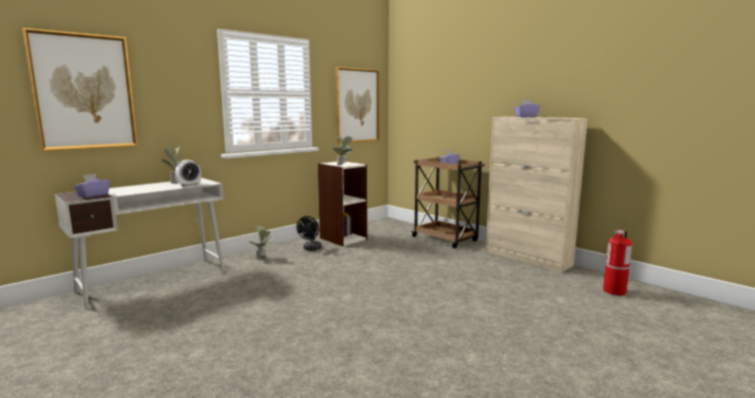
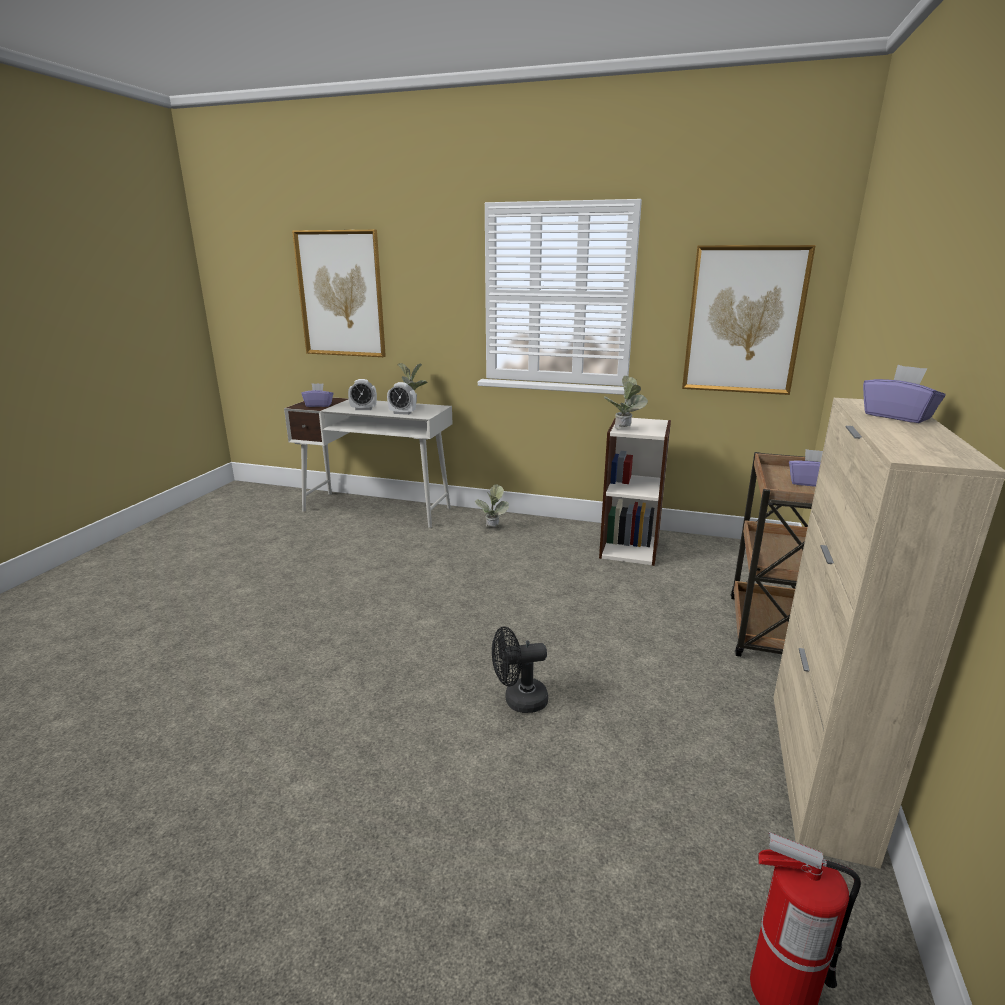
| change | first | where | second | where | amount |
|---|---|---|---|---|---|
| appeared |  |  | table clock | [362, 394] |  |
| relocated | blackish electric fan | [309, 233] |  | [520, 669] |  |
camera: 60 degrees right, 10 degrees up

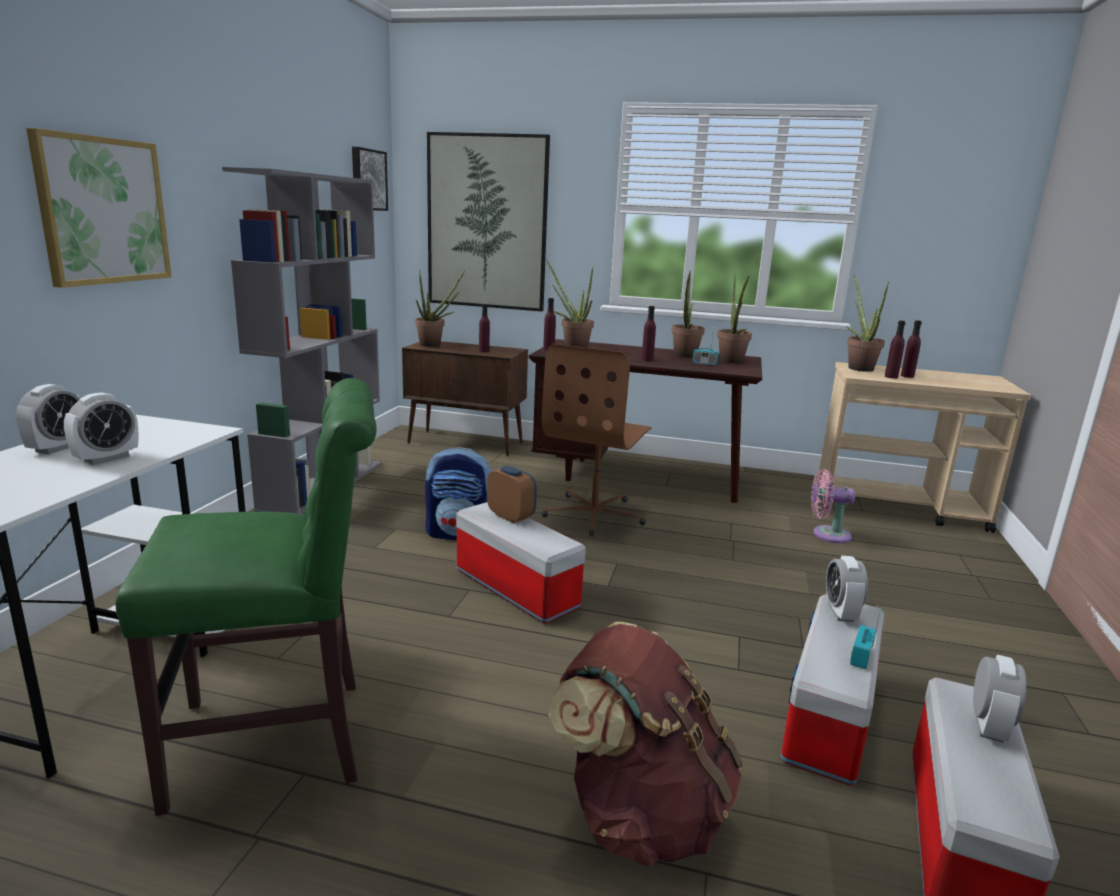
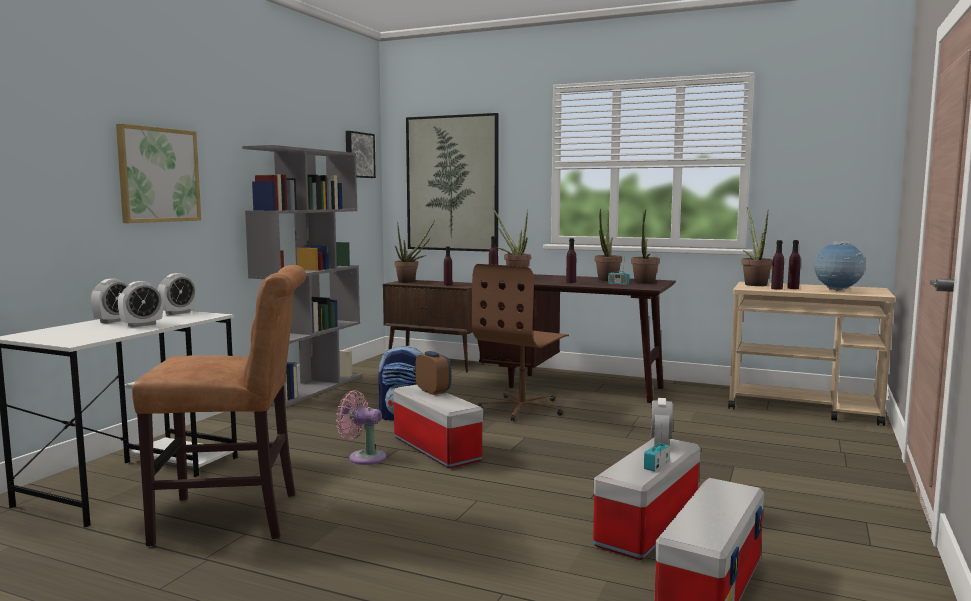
| change | first | where | second | where | amount |
|---|---|---|---|---|---|
| colour | green-coloured upright chair | [246, 597] | brown upright chair | [219, 406] |  |
| relocated | table clock | [999, 699] |  | [177, 294] |  |
| relocated | pink electric fan | [833, 506] |  | [361, 427] |  |
| appeared |  |  | world globe | [839, 266] |  |
| missing | brown knapsack | [646, 744] |  |  |  |
camera: 10 degrees right, 10 degrees down

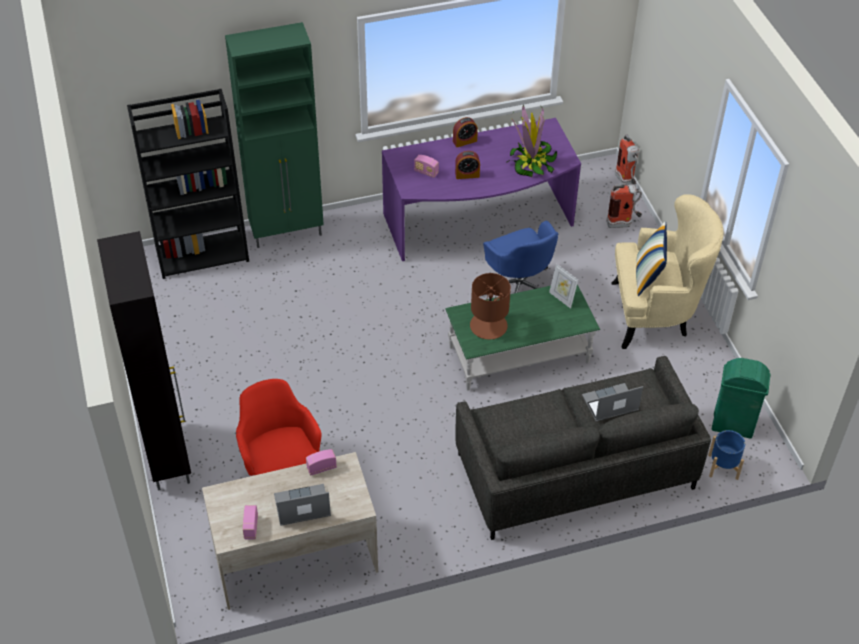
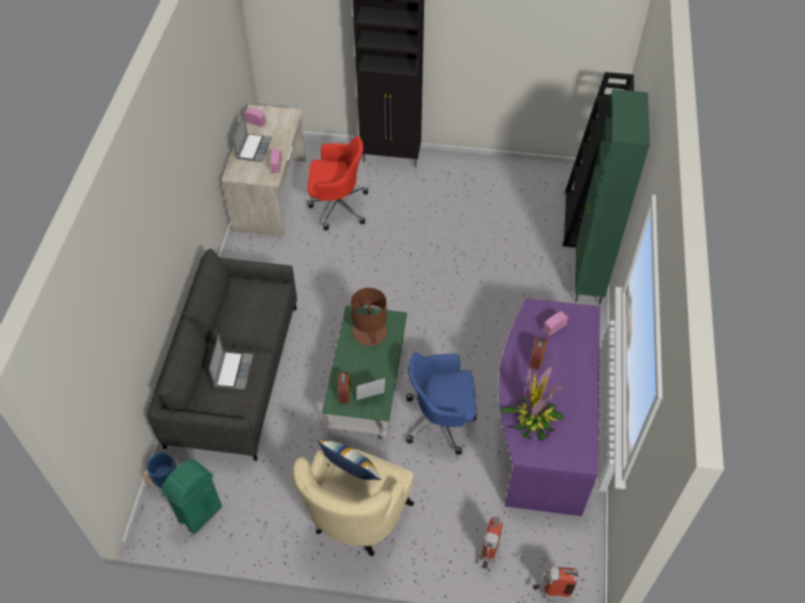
| change | first | where | second | where | amount |
|---|---|---|---|---|---|
| relocated | table clock | [465, 132] |  | [344, 387] |  |
camera: 115 degrees right, 5 degrees up

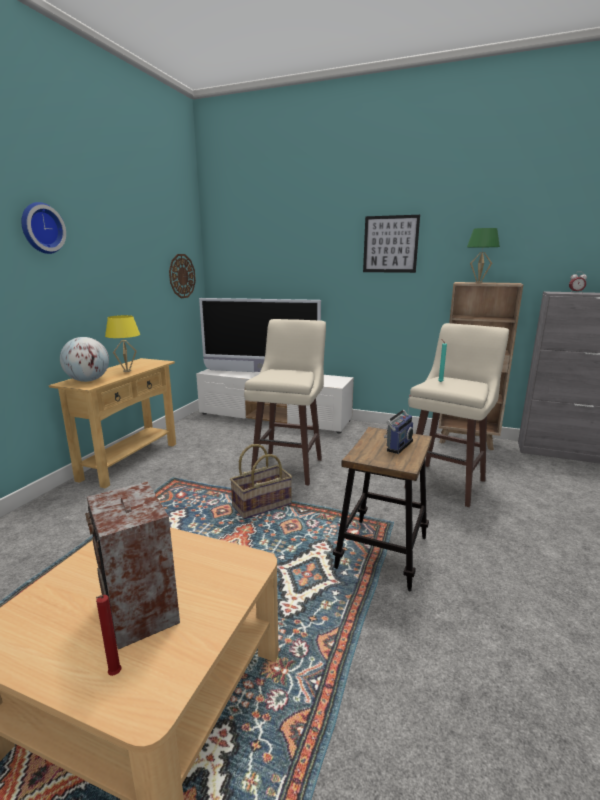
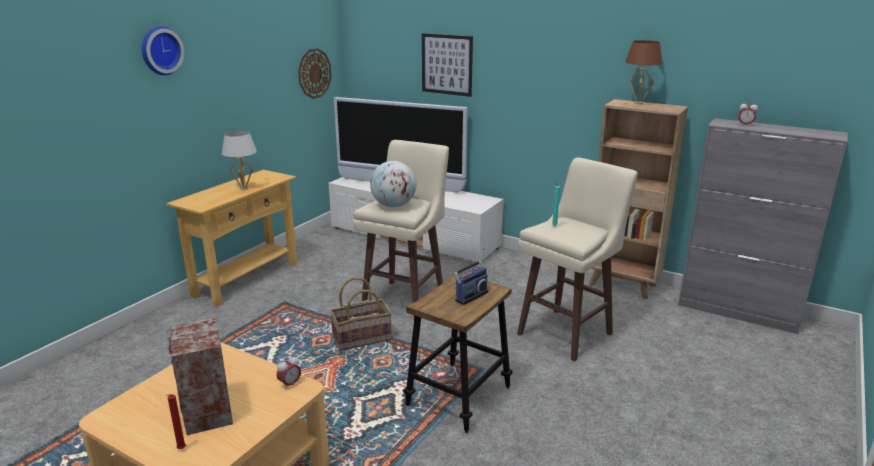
| change | first | where | second | where | amount |
|---|---|---|---|---|---|
| colour | yellow tabletop lamp | [122, 343] | whitish tabletop lamp | [239, 160] |  |
| appeared |  |  | table clock | [289, 372] |  |
| relocated | world globe | [84, 359] |  | [393, 184] |  |
| relocated | wall art | [391, 244] |  | [447, 65] |  |
| colour | green-coloured tabletop lamp | [483, 255] | brown tabletop lamp | [644, 72] |  |
camera: 10 degrees right, 5 degrees up

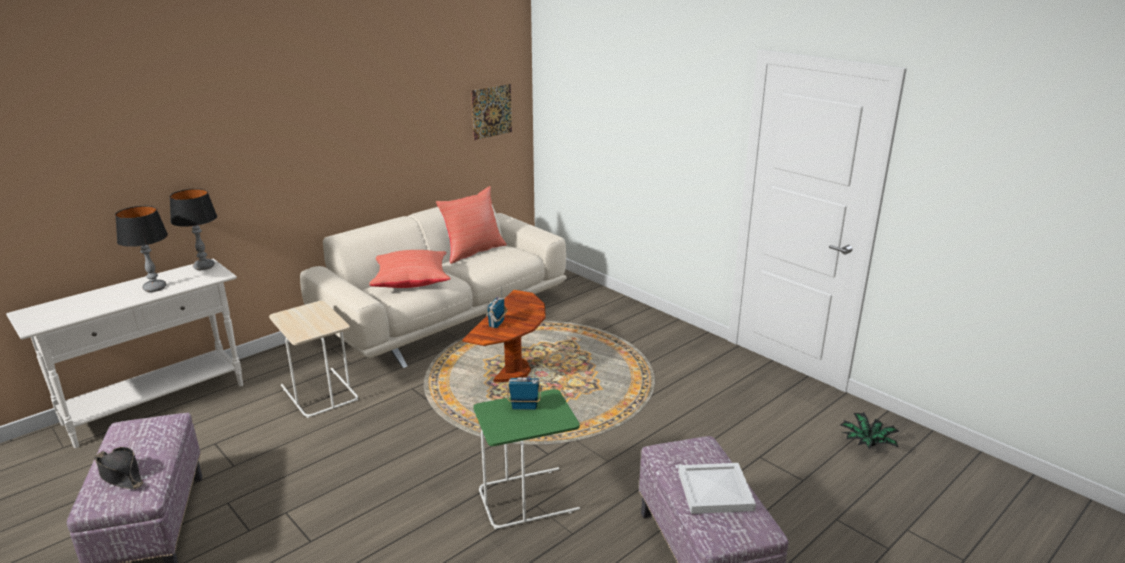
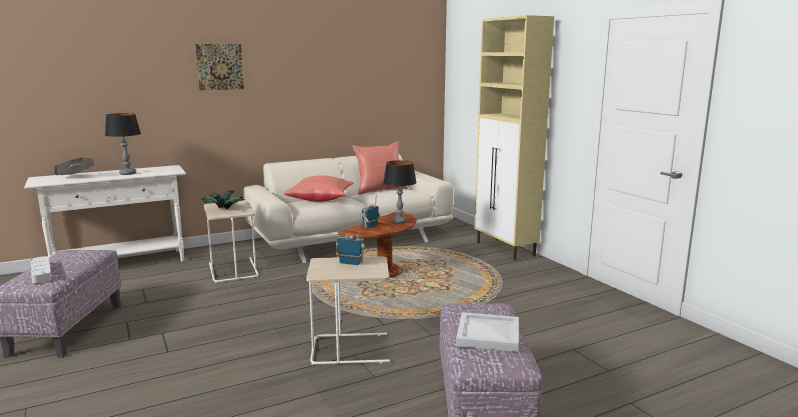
| change | first | where | second | where | amount |
|---|---|---|---|---|---|
| exchanged | blackish hat | [118, 468] | grey tray | [41, 269] |  |
| appeared |  |  | newspaper | [74, 166] |  |
| relocated | wall art | [491, 112] |  | [219, 67] |  |
| relocated | plant in a pot | [870, 430] |  | [223, 199] |  |
| colour | green-coloured side table | [526, 459] | sand-coloured side table | [348, 311] |  |
| relocated | tabletop lamp | [193, 229] |  | [399, 191] |  |
| appeared |  |  | sand-coloured cupboard | [514, 138] |  |
camera: 15 degrees right, 10 degrees down

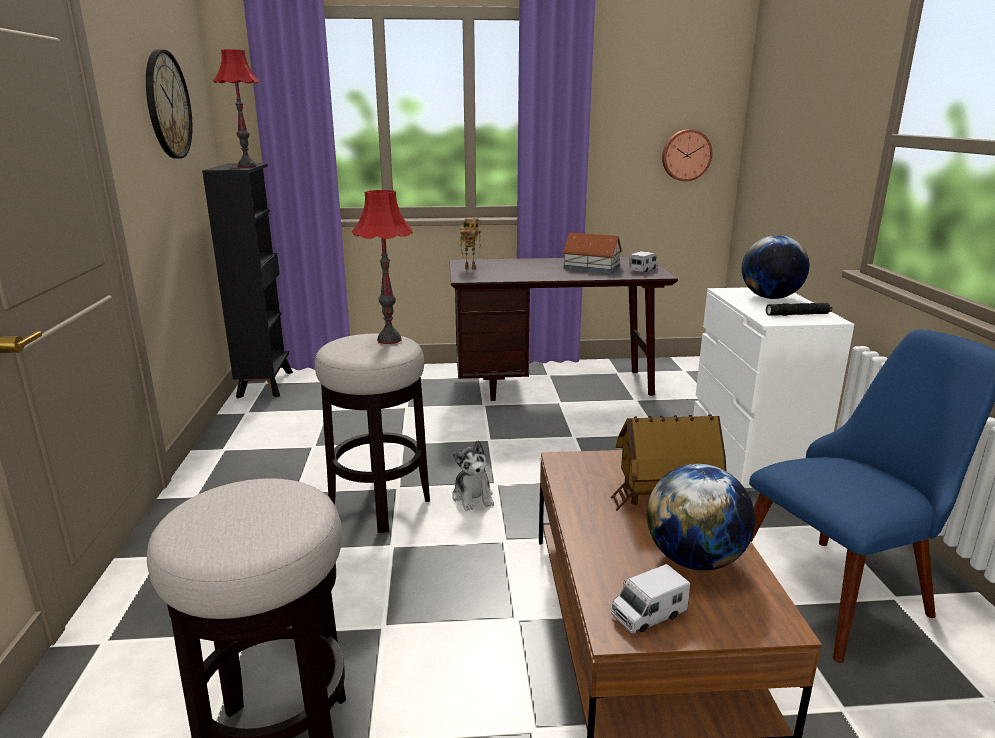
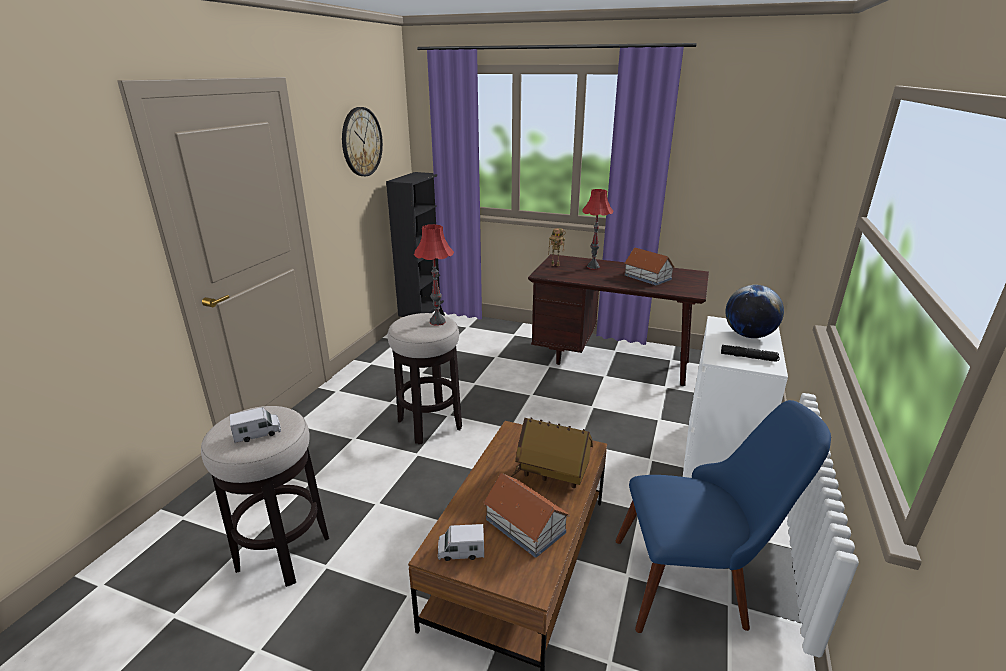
| change | first | where | second | where | amount |
|---|---|---|---|---|---|
| relocated | toy lorry | [643, 261] |  | [255, 425] |  |
| exchanged | world globe | [701, 517] | miniature house | [526, 515] |  |
| relocated | red tabletop lamp | [236, 108] |  | [598, 229] |  |
| missing | soft toy | [473, 476] |  |  |  |
| missing | wall clock | [687, 155] |  |  |  |
camera: 25 degrees right, 5 degrees up

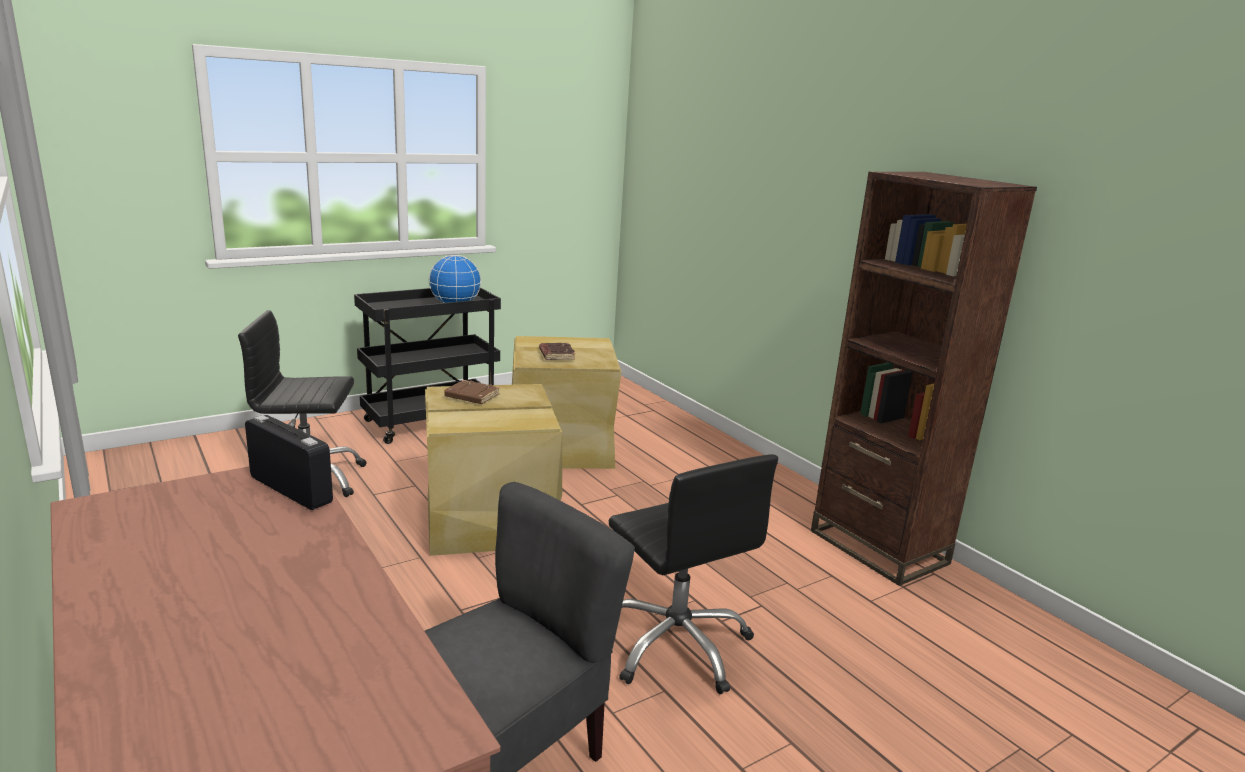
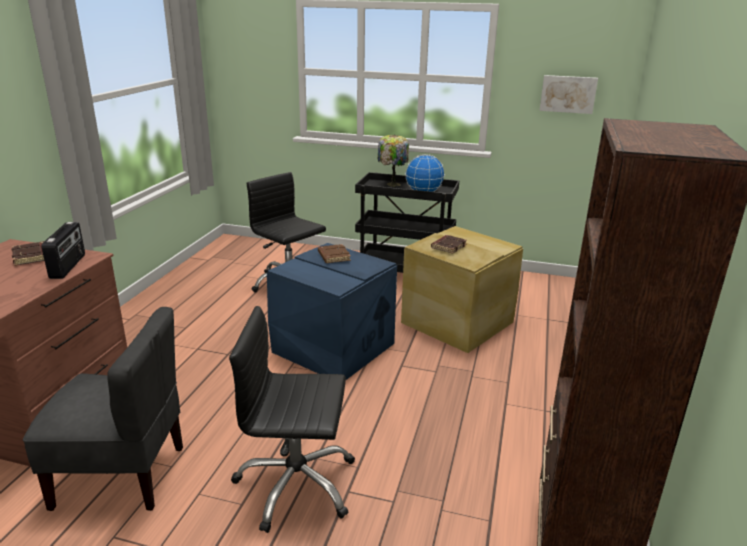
| change | first | where | second | where | amount |
|---|---|---|---|---|---|
| appeared |  |  | brown book | [27, 253] |  |
| spun | blackish office chair | [693, 574] |  | [292, 419] | 75 degrees clockwise |
| colour | sand-coloured storage container | [493, 470] | blue-coloured storage container | [332, 311] |  |
| appeared |  |  | tabletop lamp | [393, 161] |  |
| appeared |  |  | wall art | [568, 94] |  |
camera: 50 degrees right, 5 degrees up

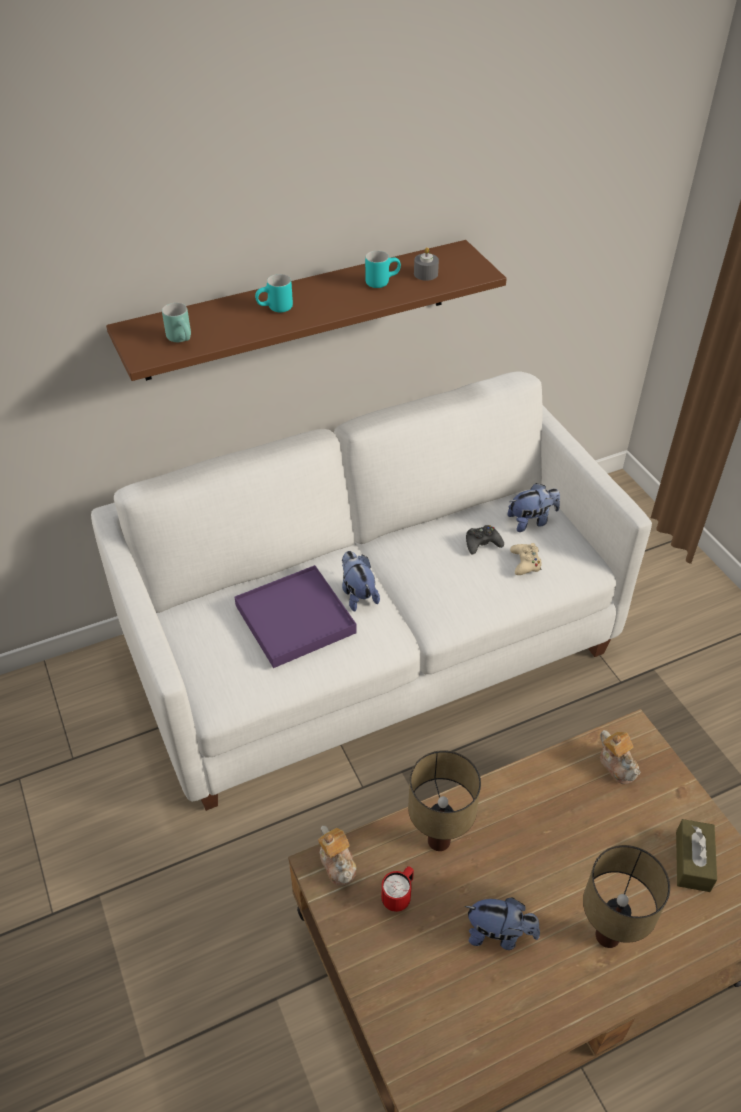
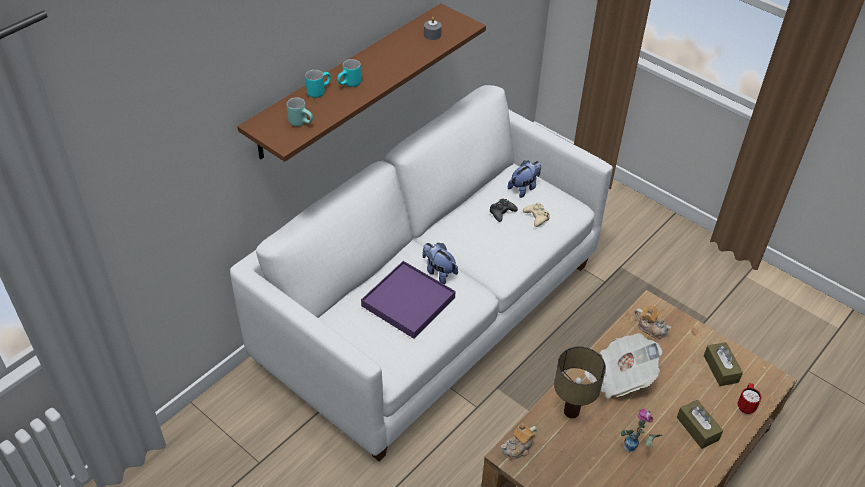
| change | first | where | second | where | amount |
|---|---|---|---|---|---|
| relocated | turquoise tea mug | [383, 269] |  | [318, 84] |  |
| spun | teapot | [337, 856] |  | [519, 441] | 105 degrees clockwise |
| appeared |  |  | newspaper | [624, 366] |  |
| exchanged | soft toy | [502, 924] | vase | [641, 430] |  |
| exchanged | tabletop lamp | [626, 896] | brown tissue box | [700, 424] |  |
| relocated | red tea mug | [397, 889] |  | [750, 398] |  |
camera: 25 degrees left, 0 degrees up

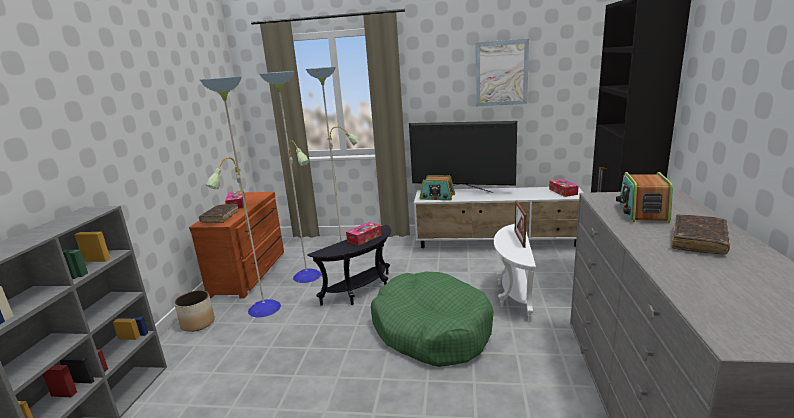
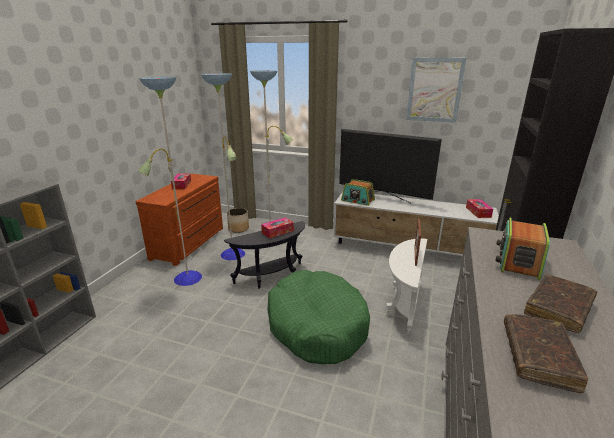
| change | first | where | second | where | amount |
|---|---|---|---|---|---|
| relocated | planter | [194, 311] |  | [238, 220] |  |
| relocated | brown book | [219, 213] |  | [546, 353] |  |
camera: 10 degrees right, 5 degrees up

